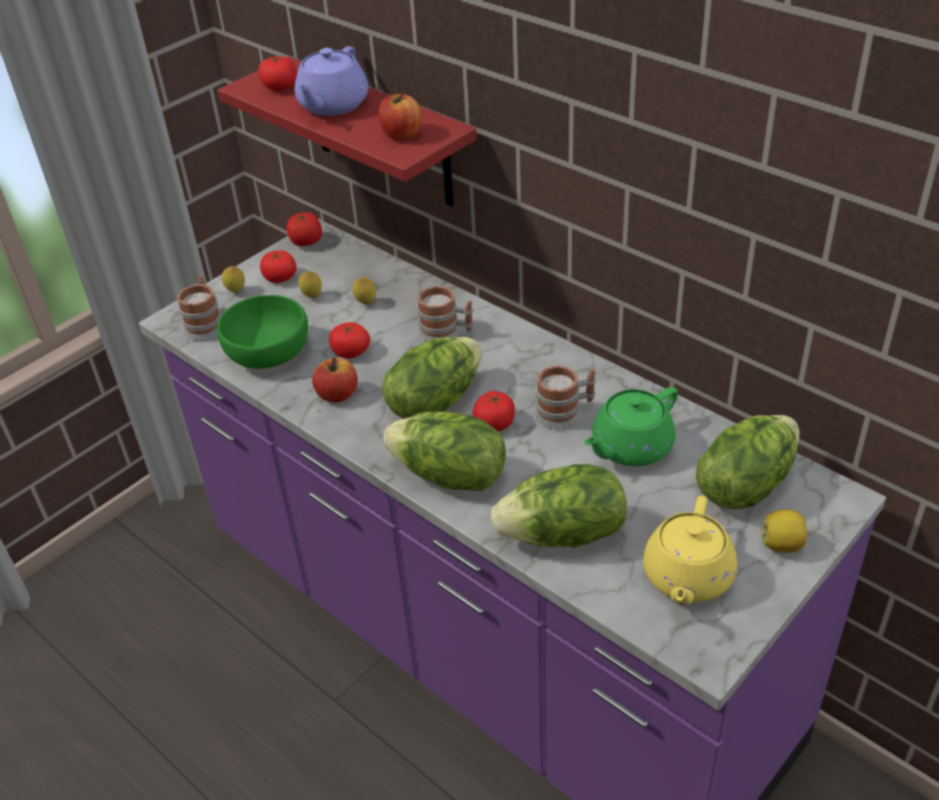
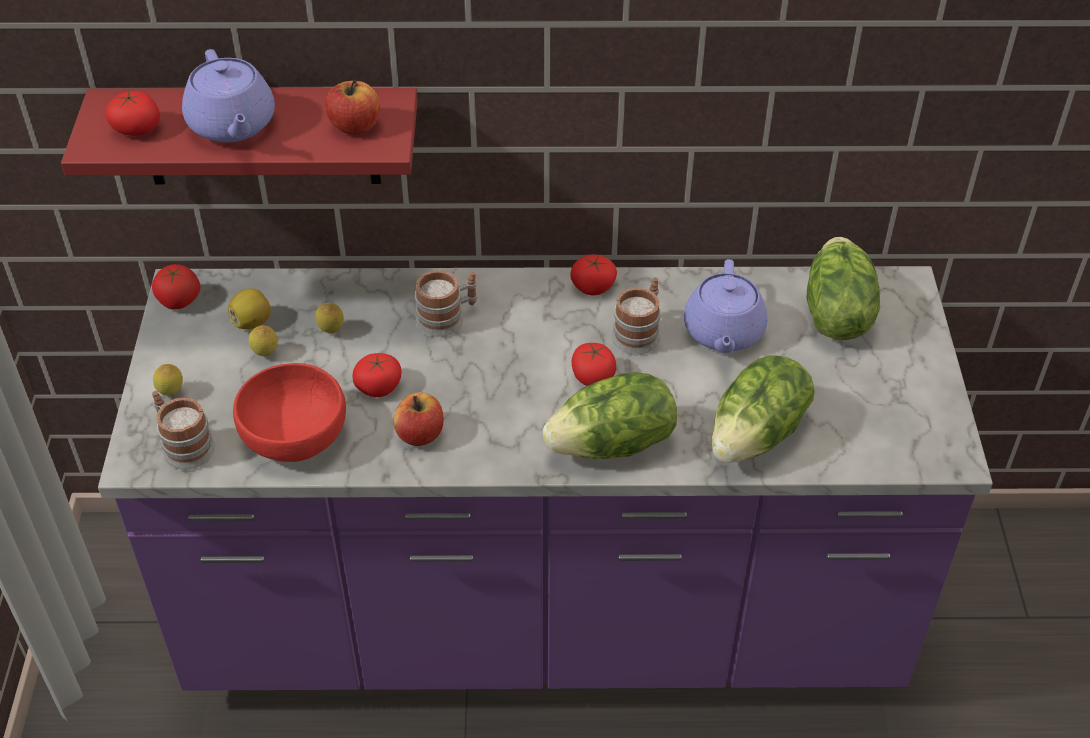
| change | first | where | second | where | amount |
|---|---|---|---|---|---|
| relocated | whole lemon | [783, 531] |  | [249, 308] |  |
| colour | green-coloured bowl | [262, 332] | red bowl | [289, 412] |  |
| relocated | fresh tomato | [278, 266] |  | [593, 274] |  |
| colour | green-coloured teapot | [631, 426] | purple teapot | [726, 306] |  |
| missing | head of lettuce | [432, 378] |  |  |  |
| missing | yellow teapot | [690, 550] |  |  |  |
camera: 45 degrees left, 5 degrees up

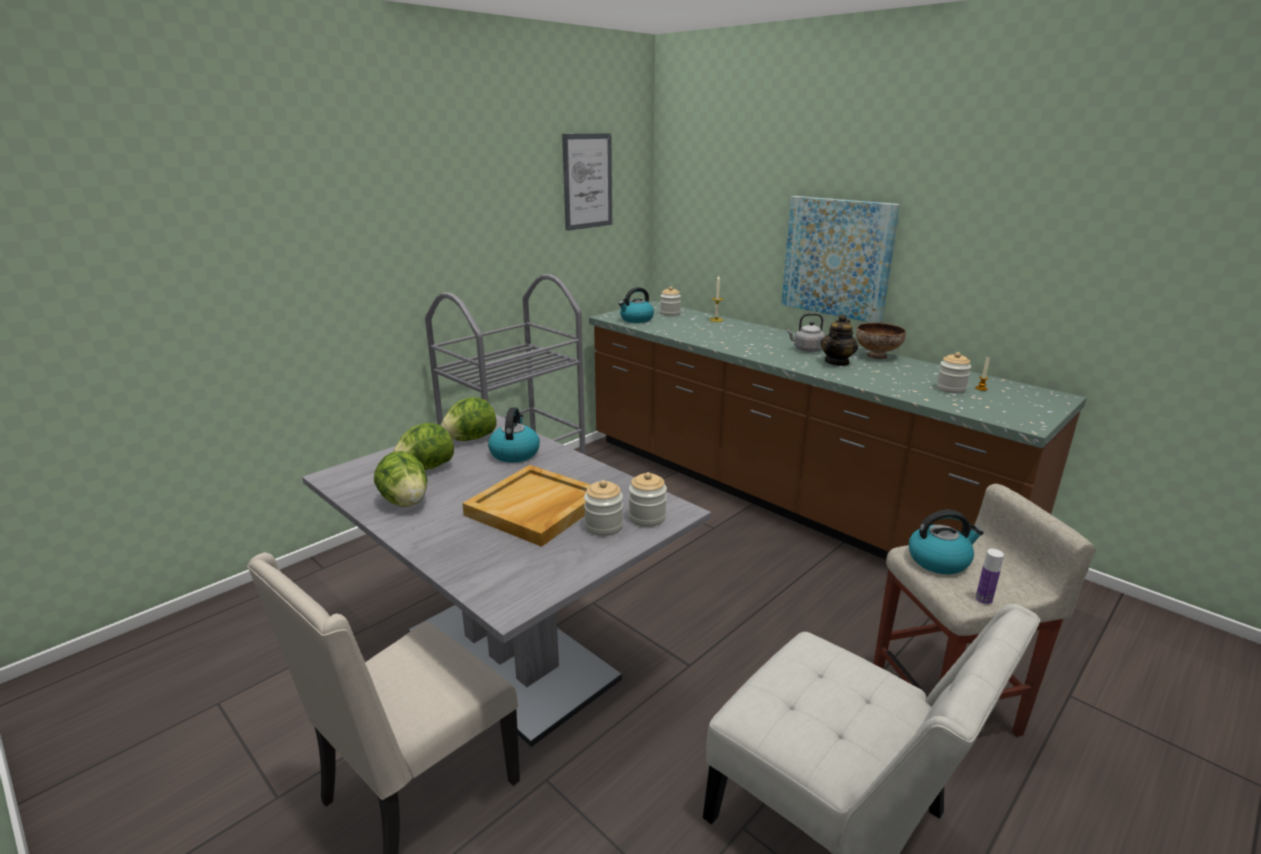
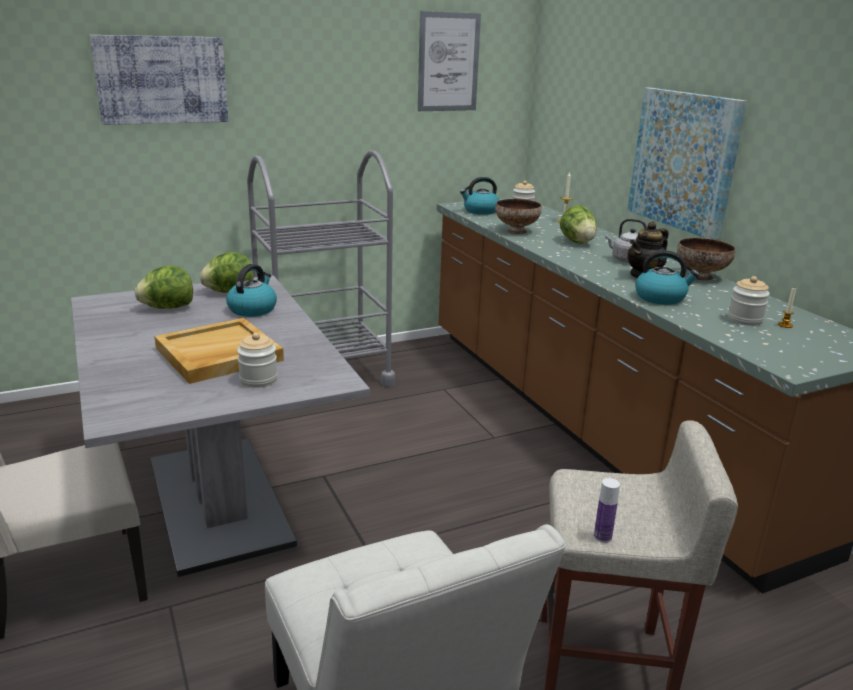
| change | first | where | second | where | amount |
|---|---|---|---|---|---|
| appeared |  |  | wall art | [159, 80] |  |
| appeared |  |  | bowl | [518, 216] |  |
| relocated | head of lettuce | [400, 479] |  | [578, 224] |  |
| relocated | kettle | [946, 542] |  | [667, 277] |  |
| missing | storage jar | [648, 499] |  |  |  |
camera: 20 degrees right, 0 degrees up

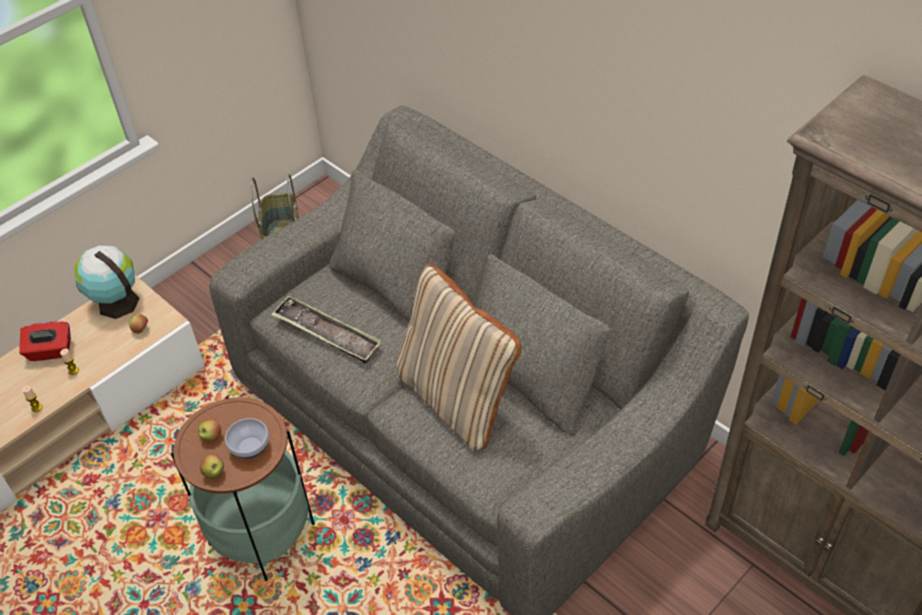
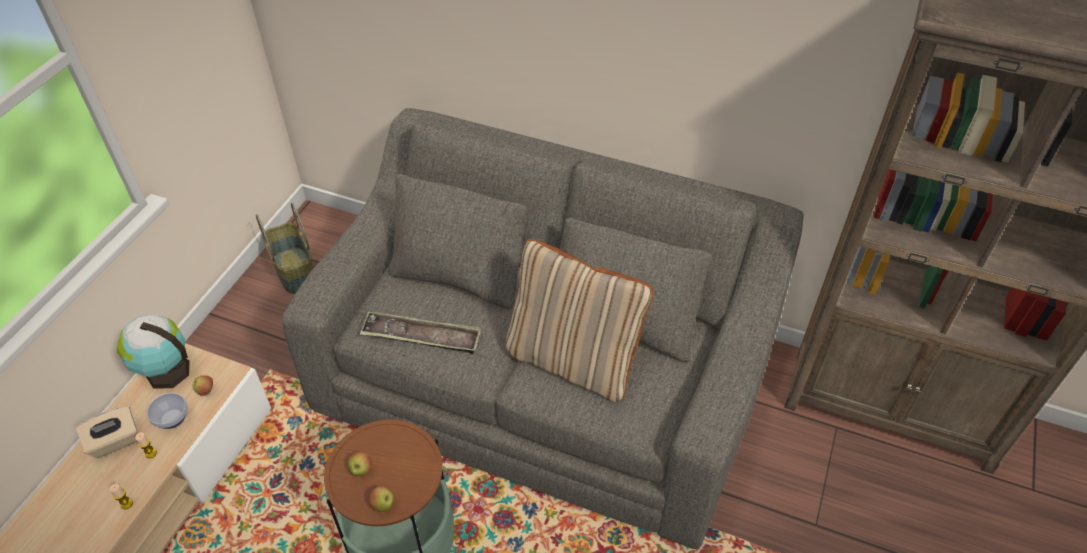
| change | first | where | second | where | amount |
|---|---|---|---|---|---|
| colour | red tissue box | [45, 341] | sand-coloured tissue box | [106, 432] |  |
| relocated | bowl | [247, 438] |  | [167, 411] |  |
camera: 25 degrees left, 0 degrees up

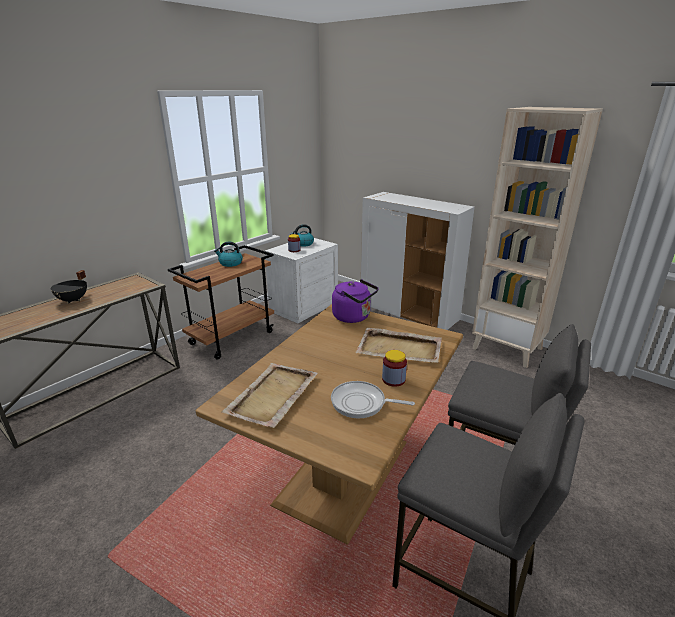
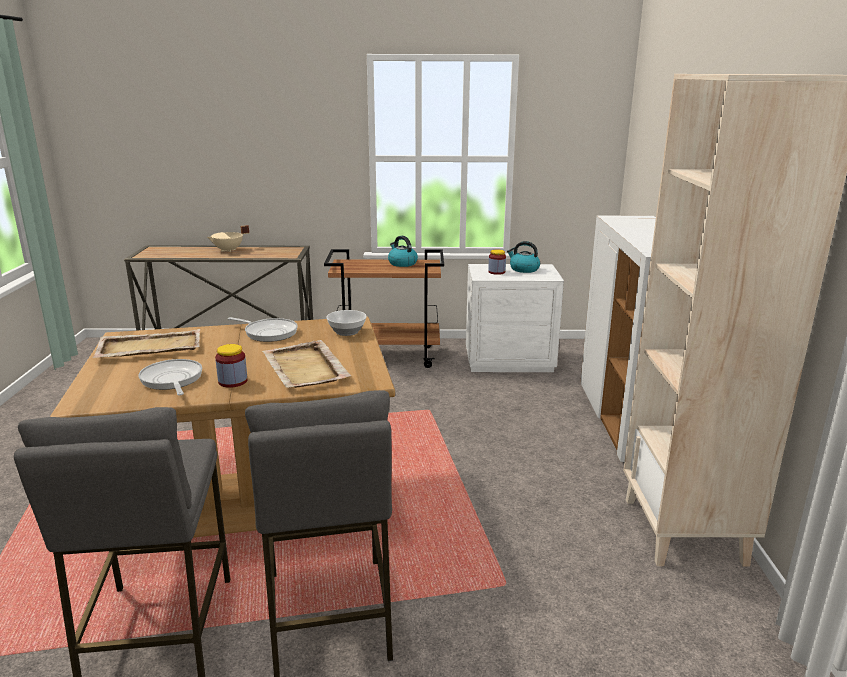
| change | first | where | second | where | amount |
|---|---|---|---|---|---|
| colour | blackish saucepot | [68, 287] | sand-coloured saucepot | [228, 238] |  |
| appeared |  |  | skillet | [263, 329] |  |
| exchanged | purple kettle | [355, 301] | bowl | [346, 323] |  |
camera: 50 degrees right, 5 degrees down

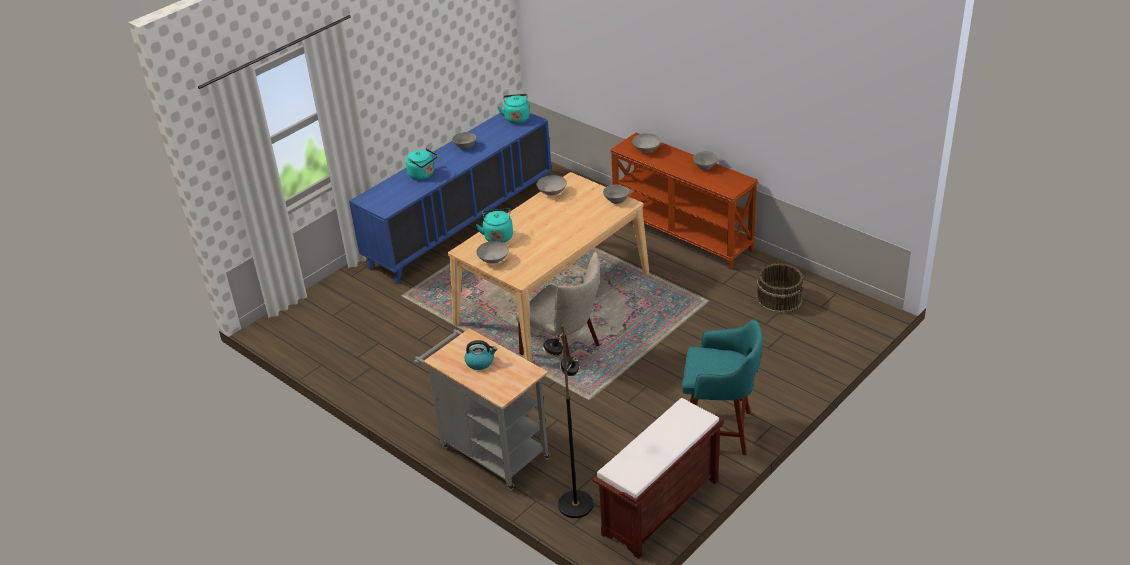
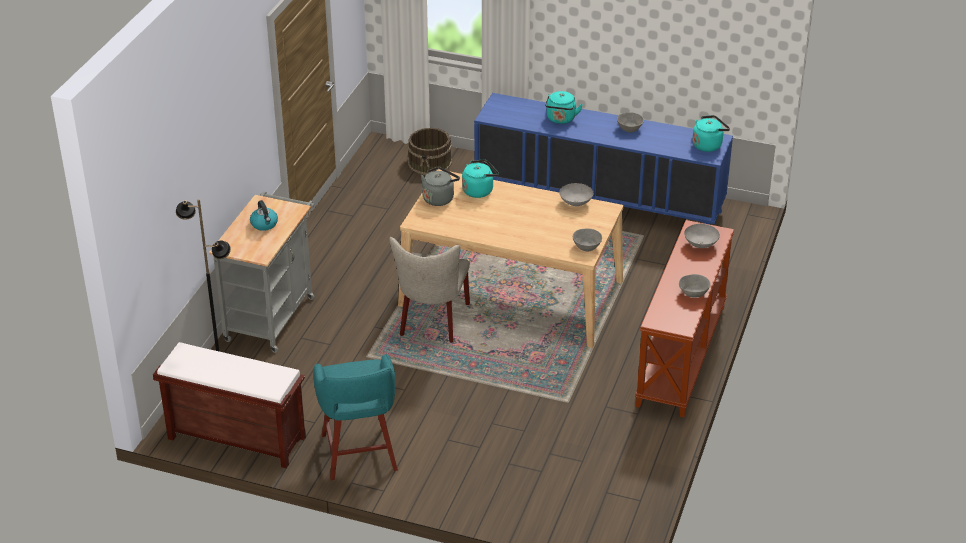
| change | first | where | second | where | amount |
|---|---|---|---|---|---|
| relocated | brown bucket | [780, 288] |  | [429, 151] |  |
| exchanged | grey bowl | [492, 252] | grey kettle | [440, 186] |  |
camera: 65 degrees right, 0 degrees up

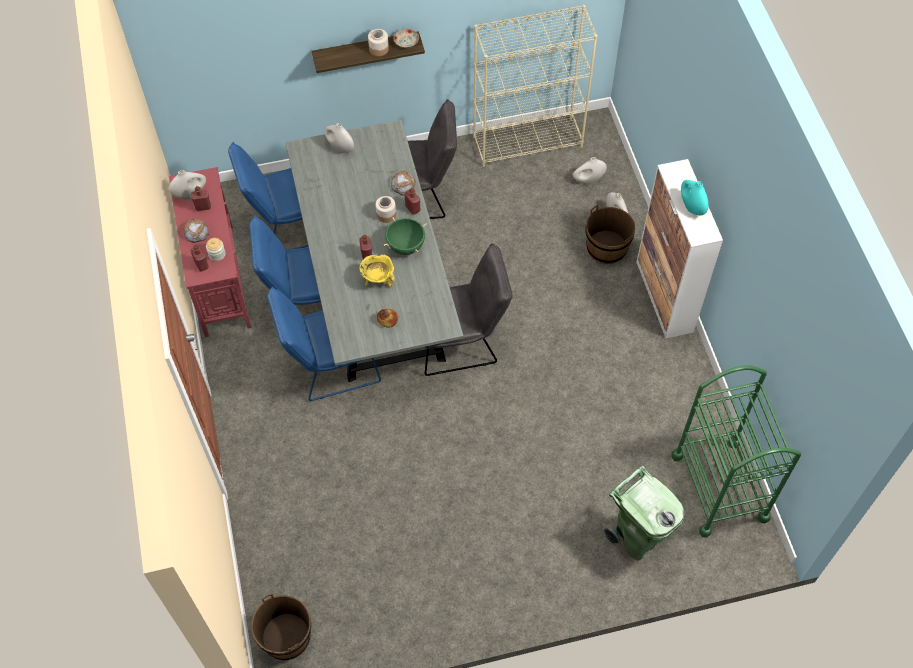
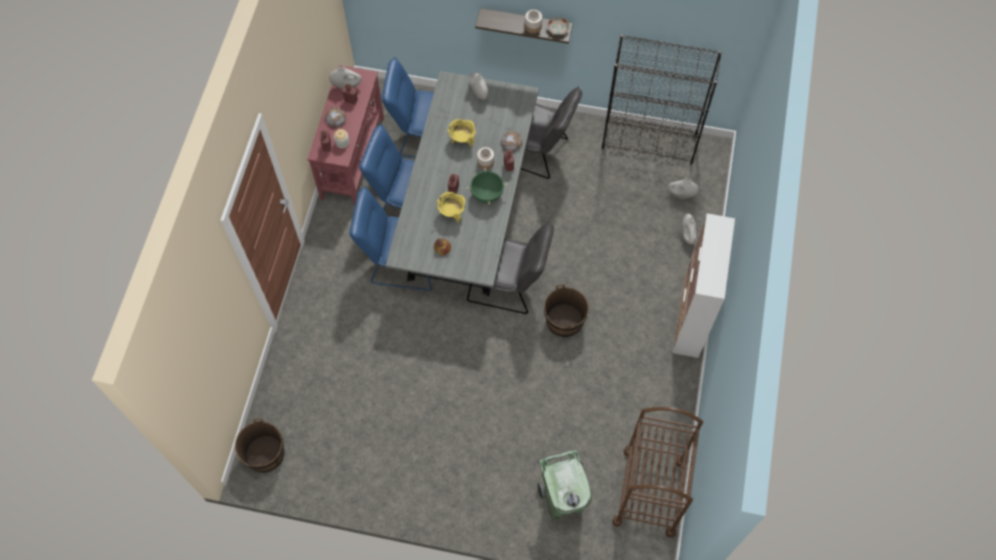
| change | first | where | second | where | amount |
|---|---|---|---|---|---|
| appeared |  |  | yellow saucepot | [462, 133] |  |
| relocated | brown bucket | [610, 234] |  | [566, 310] |  |
| colour | sand-coloured bookshelf | [535, 86] | blackish bookshelf | [662, 100] |  |
| colour | green-coloured trolley | [736, 451] | brown trolley | [657, 472] |  |
| missing | turquoise vase | [695, 197] |  |  |  |
camera: 25 degrees right, 5 degrees up

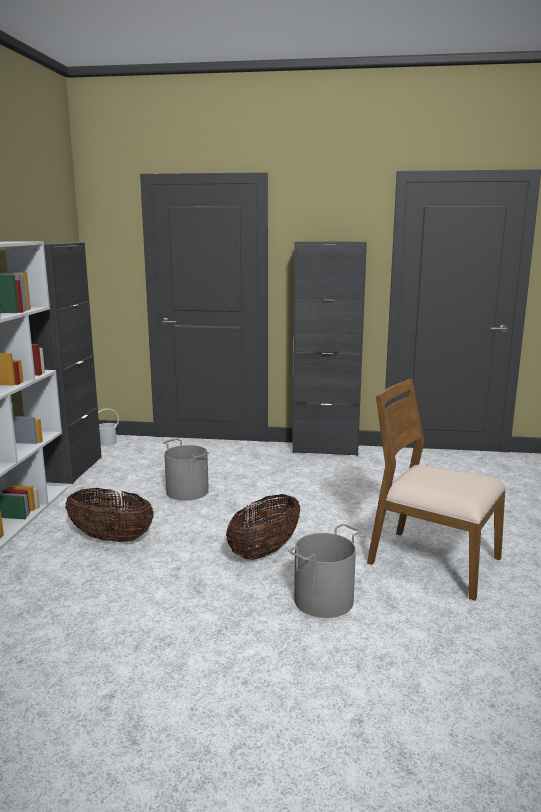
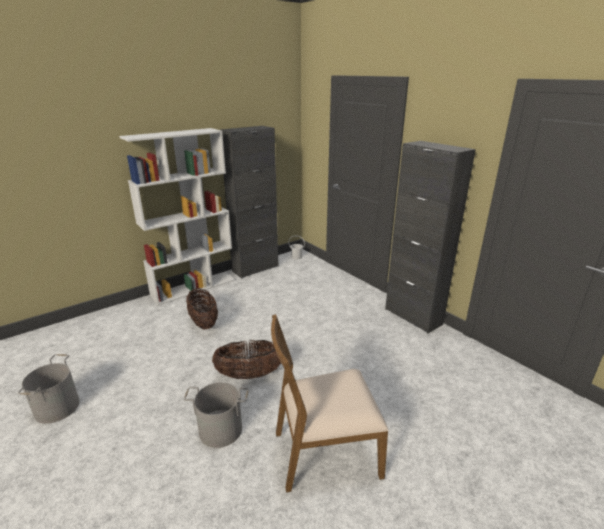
| change | first | where | second | where | amount |
|---|---|---|---|---|---|
| relocated | grey bucket | [186, 469] |  | [49, 389] |  |
| spun | brown upright chair | [436, 490] |  | [330, 403] | 90 degrees counterclockwise |
camera: 45 degrees right, 10 degrees up

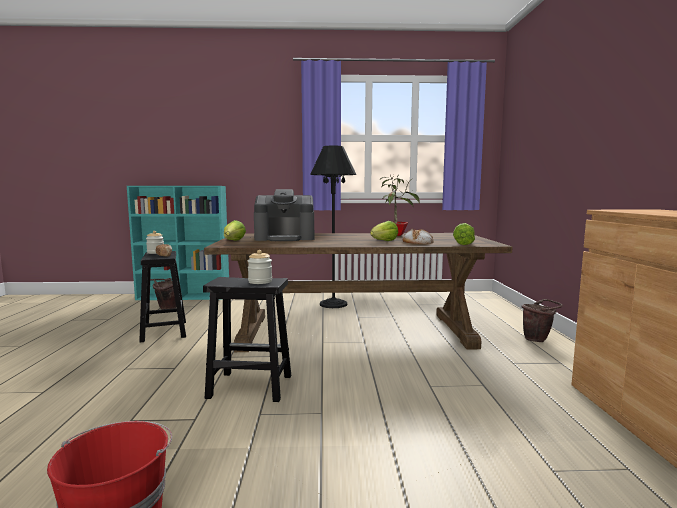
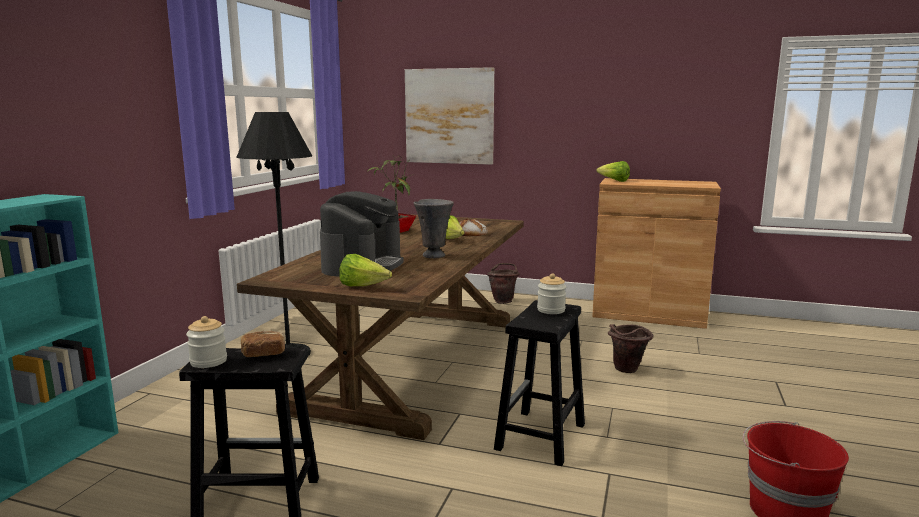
| change | first | where | second | where | amount |
|---|---|---|---|---|---|
| appeared |  |  | wall art | [449, 116] |  |
| appeared |  |  | grey vase | [434, 228] |  |
| relocated | head of lettuce | [464, 234] |  | [613, 171] |  |
| relocated | brown bucket | [163, 294] |  | [630, 348] |  |
camera: 70 degrees left, 5 degrees up

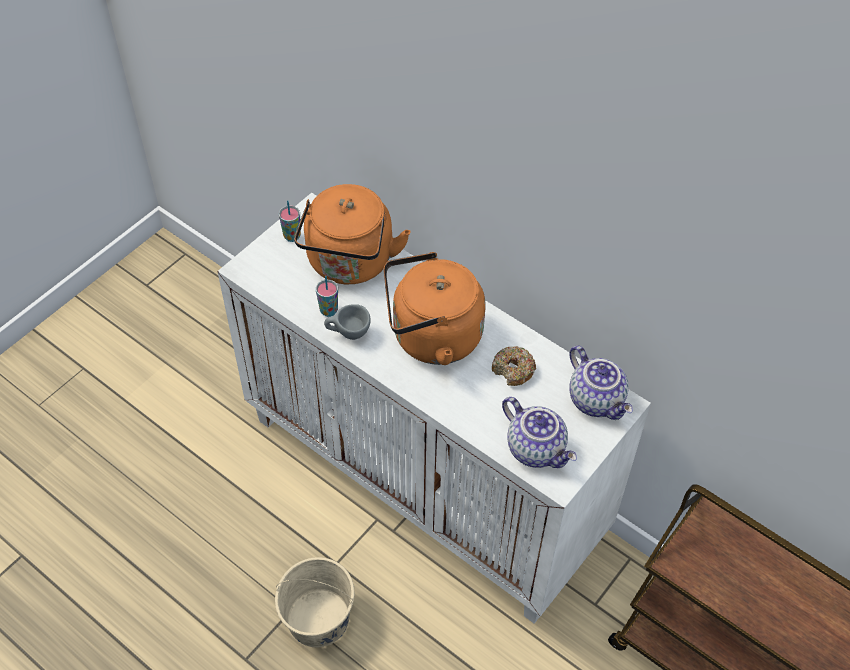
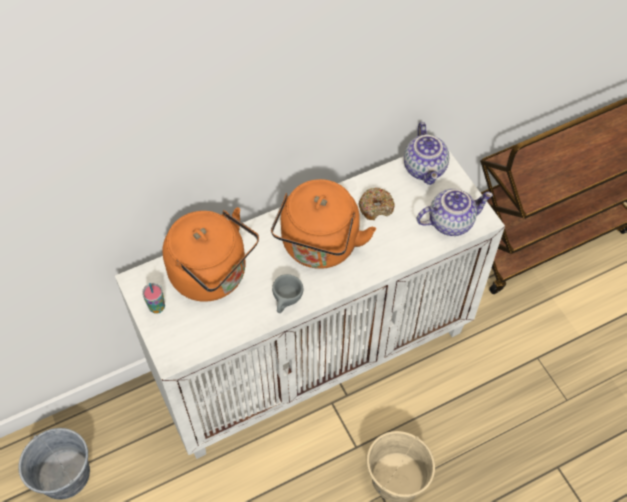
| change | first | where | second | where | amount |
|---|---|---|---|---|---|
| appeared |  |  | grey bucket | [54, 464] |  |
| spun | teapot | [601, 383] |  | [426, 153] | 90 degrees clockwise |
| missing | small cup | [327, 296] |  |  |  |
camera: 65 degrees left, 5 degrees up

